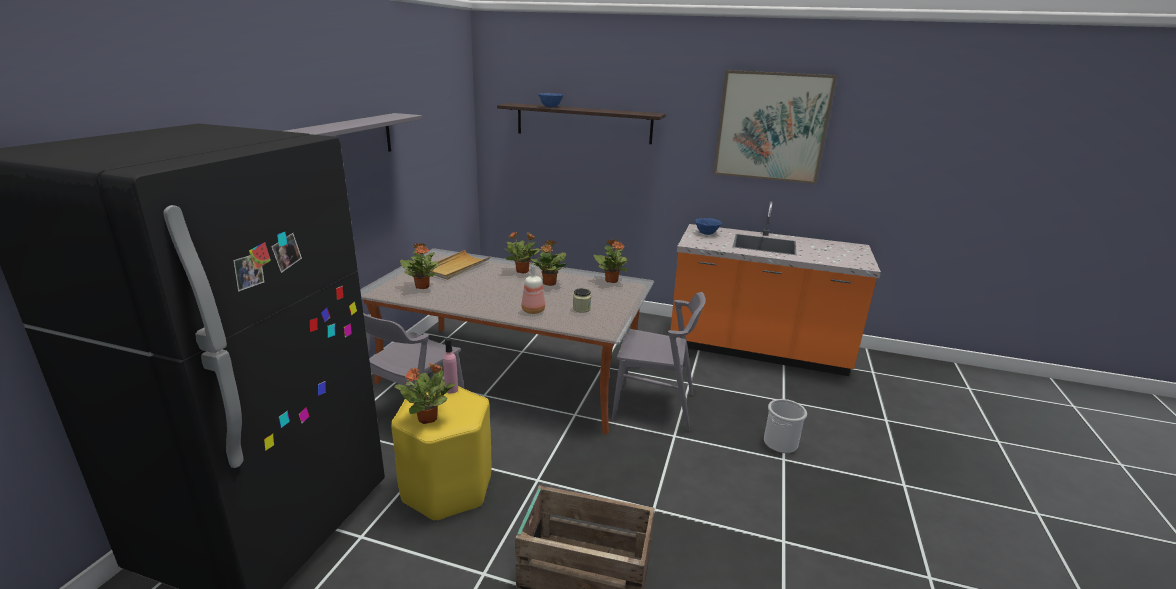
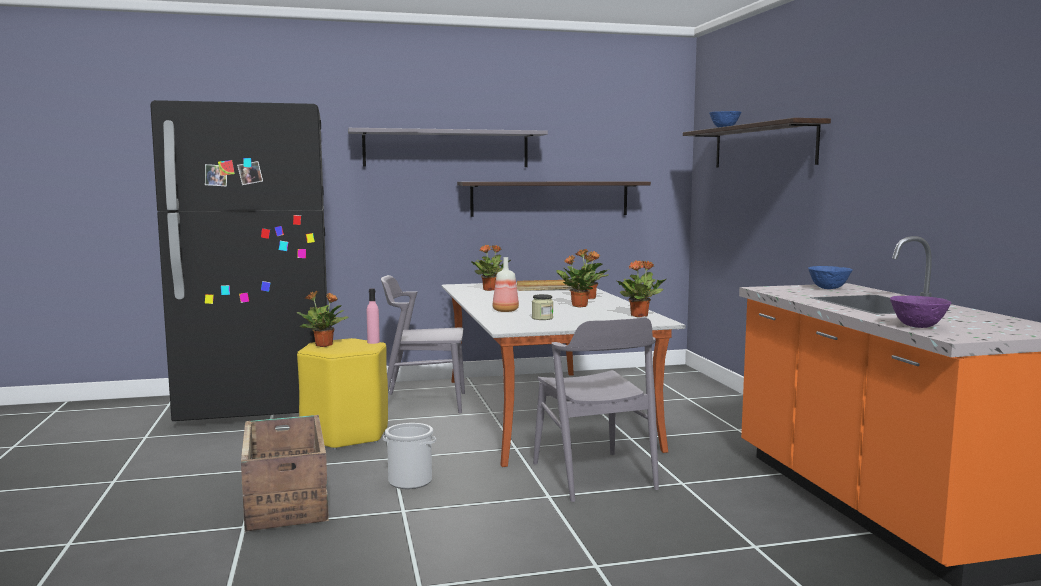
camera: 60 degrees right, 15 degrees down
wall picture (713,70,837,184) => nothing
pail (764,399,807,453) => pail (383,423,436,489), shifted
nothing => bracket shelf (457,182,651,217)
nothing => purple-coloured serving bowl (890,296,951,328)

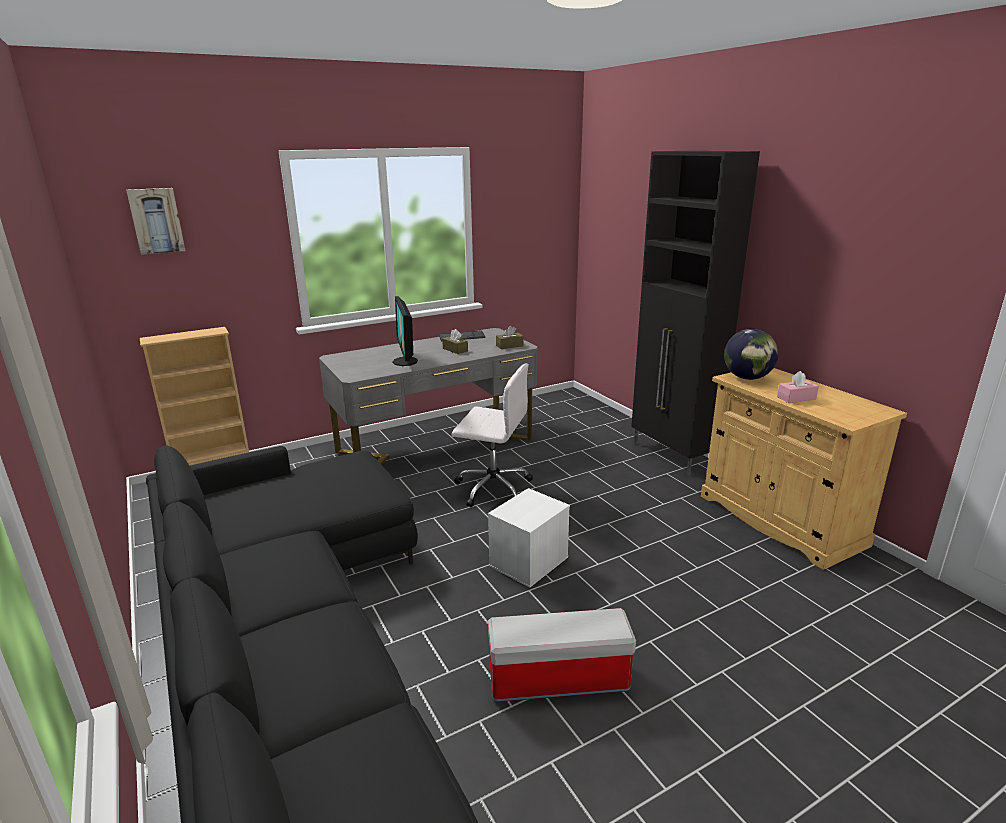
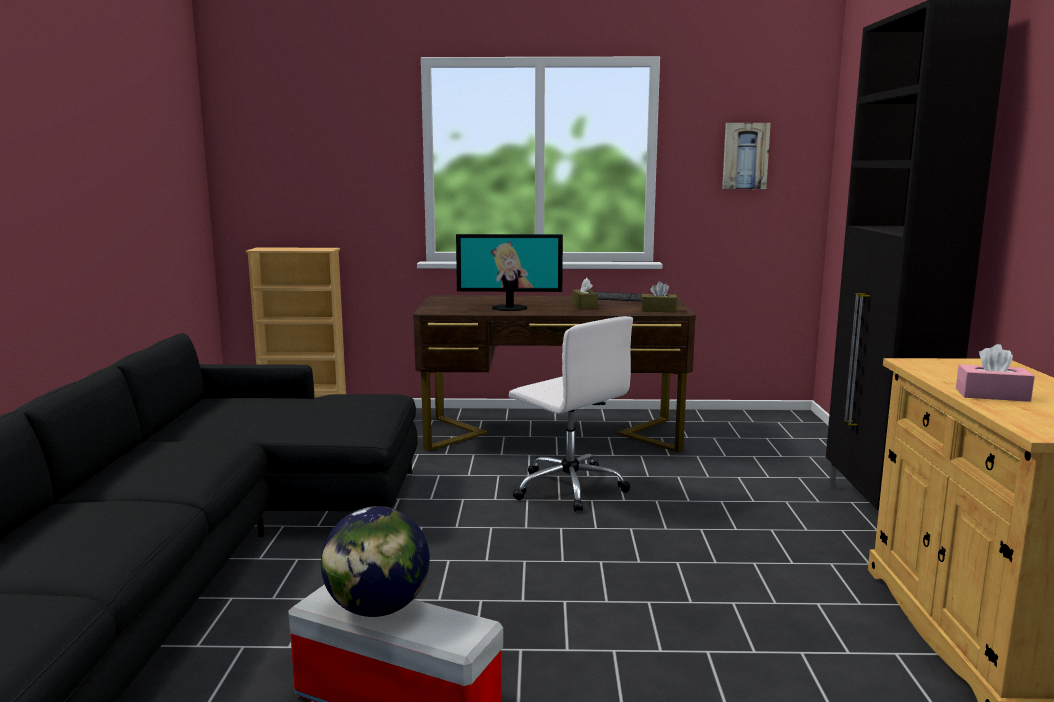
camera: 30 degrees right, 10 degrees down
wall picture (126,188,186,255) => wall picture (722,123,771,189), shifted
computer display (392,296,418,366) => computer display (456,234,563,311), 105 degrees counterclockwise
gray desk table (319,328,538,465) => brownish desk table (413,295,696,453)
globe (724,329,778,380) => globe (321,506,430,617), shifted
white-coloured storage box (488,488,570,588) => nothing

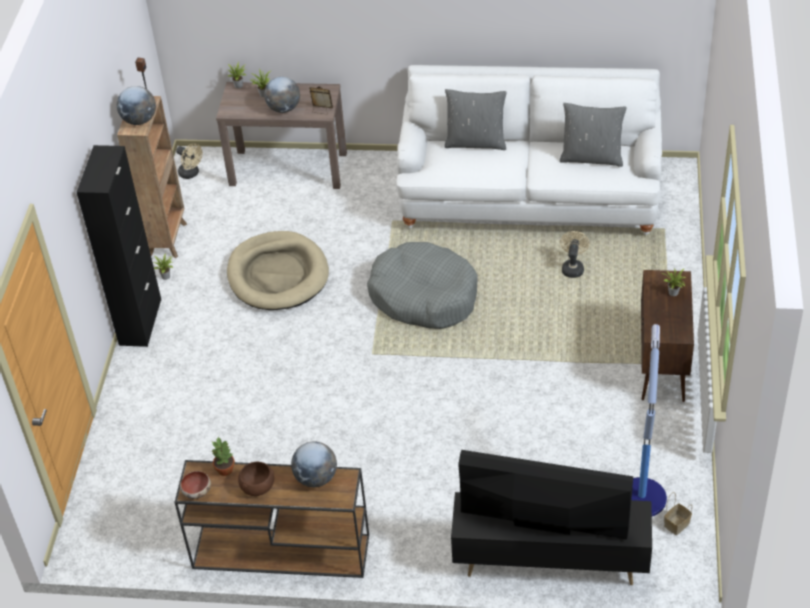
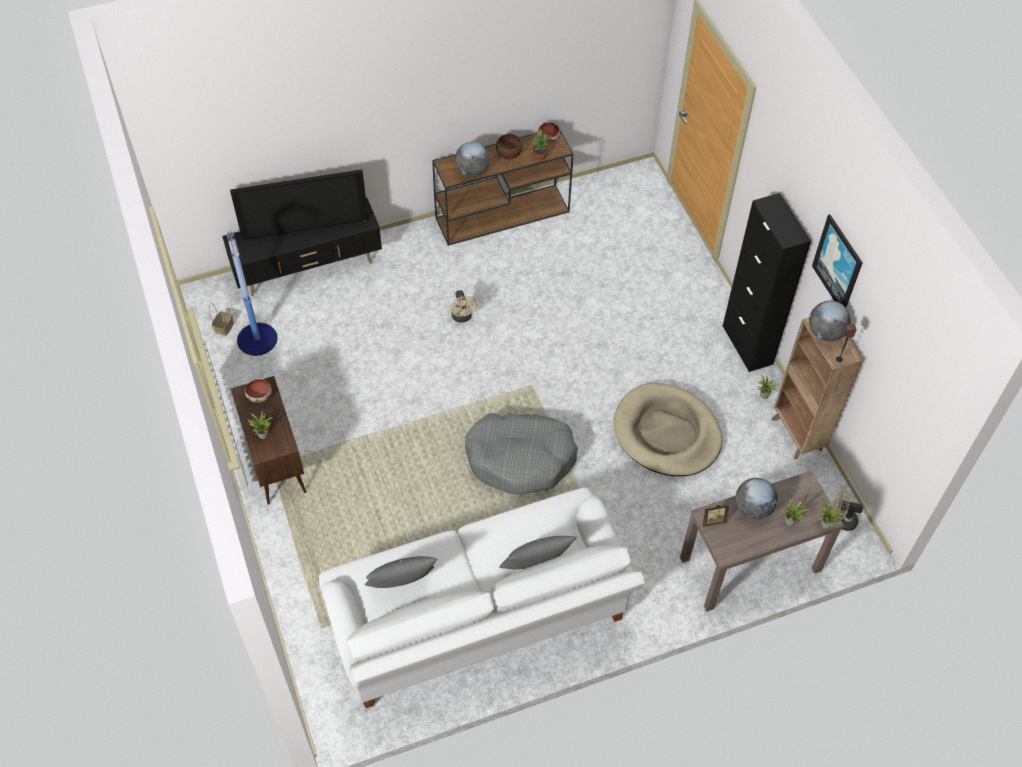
camera: 150 degrees right, 10 degrees up
beige-coloured electric fan (560,231,589,278) => beige-coloured electric fan (450,290,477,323), shifted
nothing => wall picture (812,214,863,307)
nothing => serving bowl (245,379,272,403)

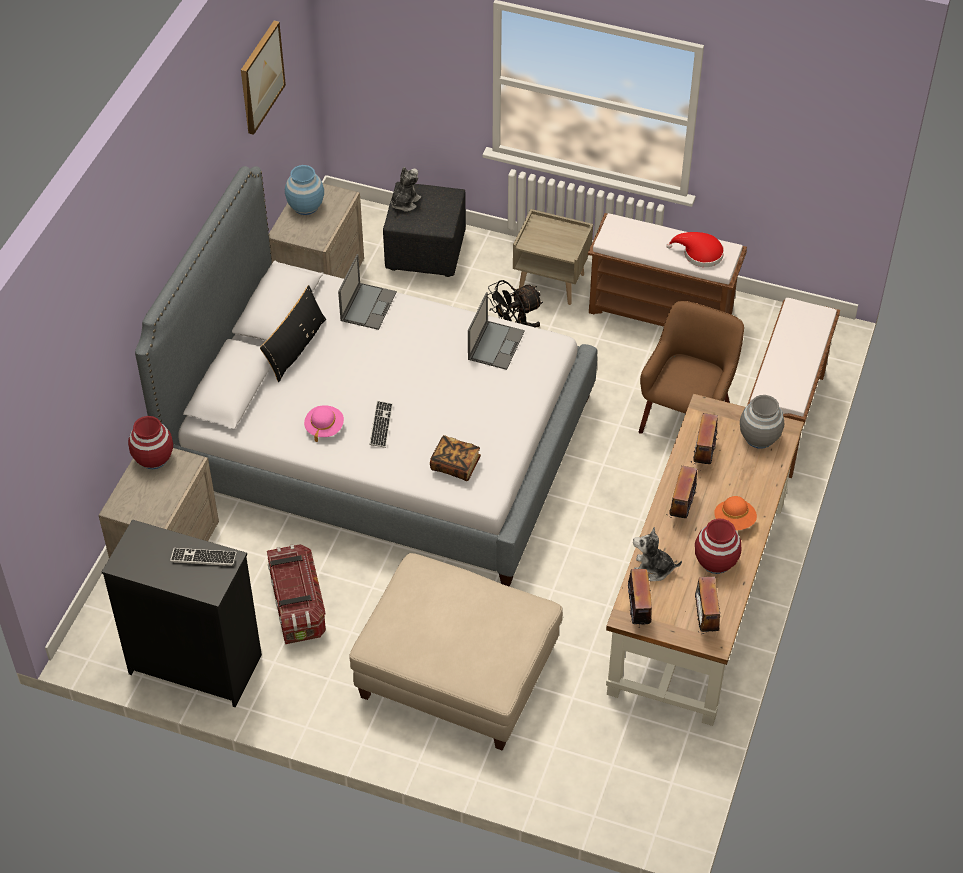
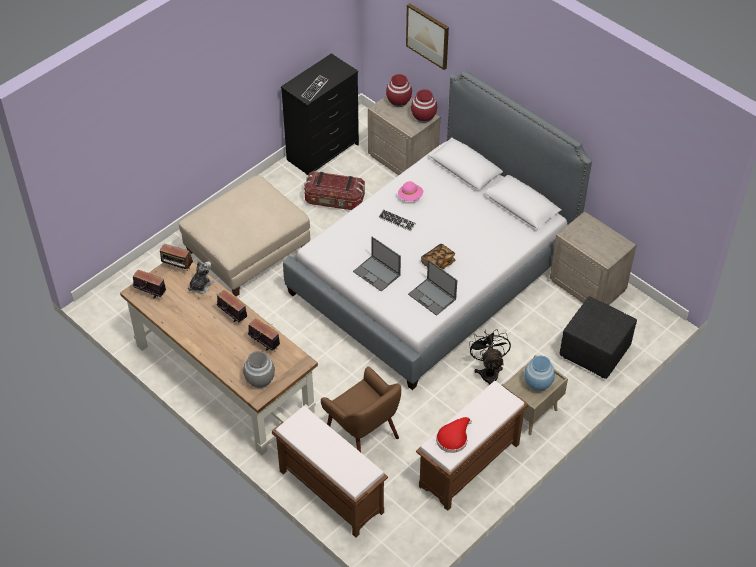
camera: 115 degrees right, 0 degrees up
wall picture (241,21,286,135) => wall picture (406,3,449,70), shifted
blue-coloured vase (285,165,324,215) => blue-coloured vase (524,355,555,391), shifted
cuddly toy (391,167,421,212) => nothing
laptop (338,254,397,330) => laptop (353,237,401,292), shifted
black-coloured throw pillow (260,285,326,383) => nothing
bound book (430,435,481,481) => bound book (421,244,455,269), shifted
orange wearable hat (714,496,757,530) => nothing
reddish vase (695,519,741,574) => reddish vase (386,74,412,107), shifted

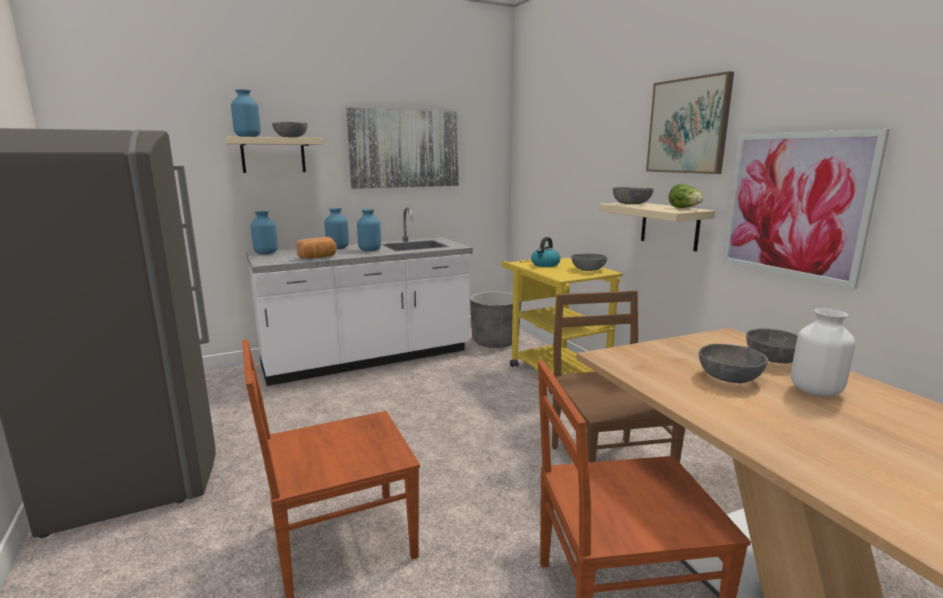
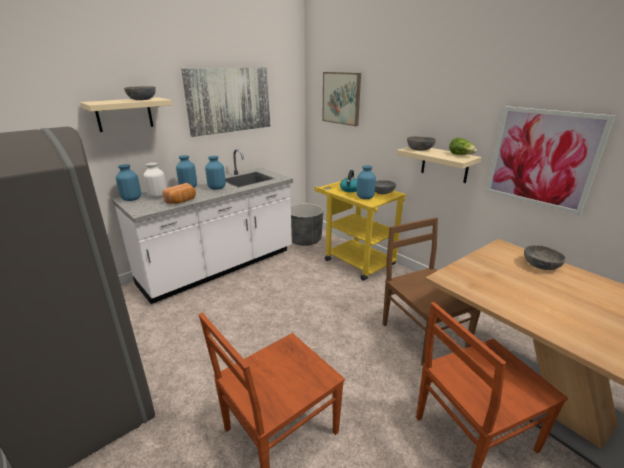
camera: 15 degrees left, 10 degrees up
wall picture (646,71,734,174) => wall picture (322,72,361,126), shifted
blue-coloured vase (231,89,261,137) => blue-coloured vase (357,165,376,199), shifted
white-coloured vase (791,308,855,397) => white-coloured vase (143,162,167,199), shifted
gray serving bowl (699,343,768,384) => nothing

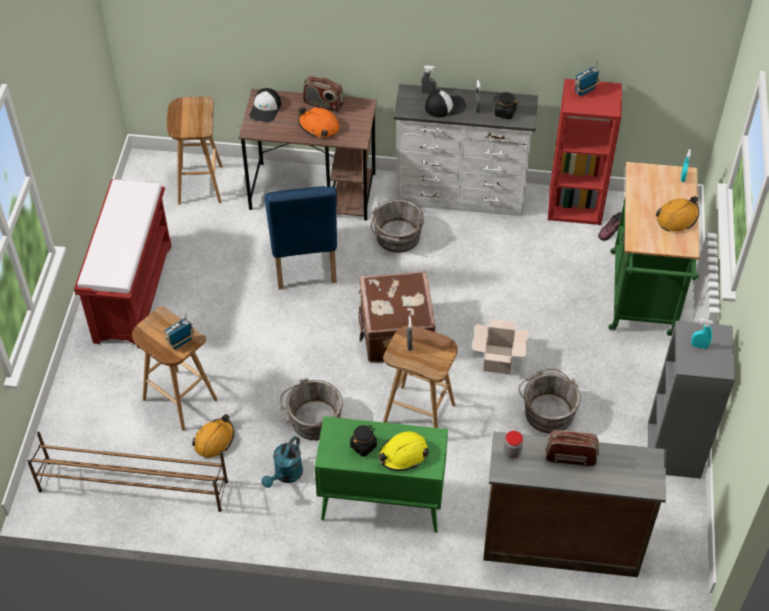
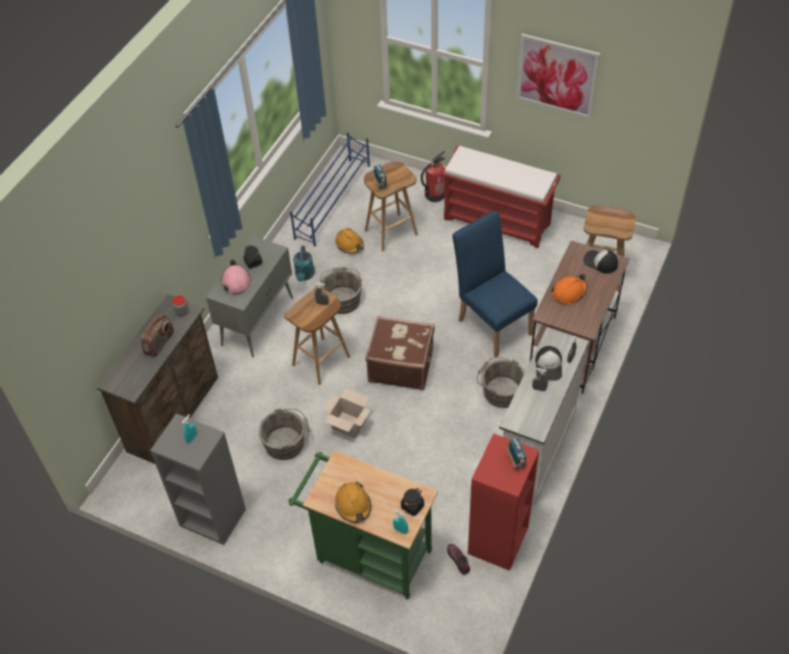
camera: 110 degrees right, 0 degrees up
radio (303,76,344,112) => nothing
black-coloured storage jar (494,92,518,119) => black-coloured storage jar (401,488,424,516), shifted
blue-coloured plain chair (265,186,337,290) => blue-coloured plain chair (452,210,538,357), 45 degrees clockwise
green cabinet (315,416,448,533) => gray cabinet (206,235,293,357)
brownish shoe rack (27,432,228,512) => blue-coloured shoe rack (290,133,370,246)
yellow work helmet (378,432,429,471) => pink-coloured work helmet (221,259,251,294)
turquoise-coloured sprinkling can (262,436,303,488) => turquoise-coloured sprinkling can (293,246,315,281), 135 degrees counterclockwise
nothing => wall picture (516,34,600,119)
nothing => fire extinguisher (421,151,446,202)

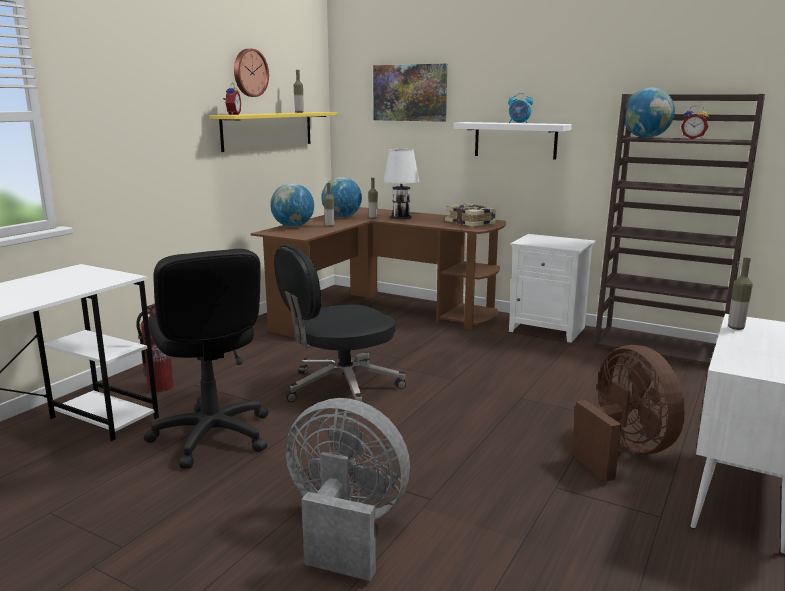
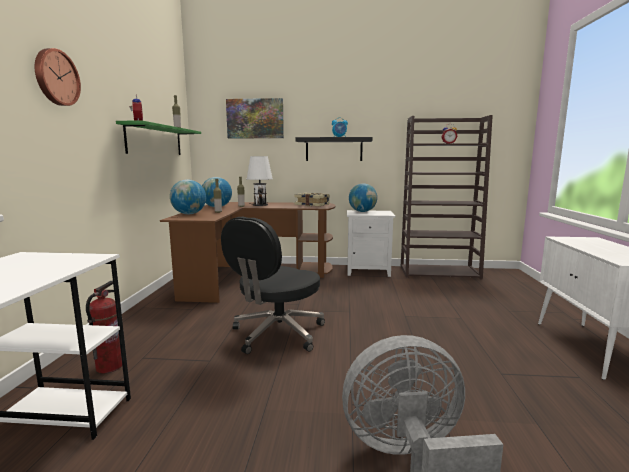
camera: 25 degrees left, 5 degrees down
clock on the wall (234,49,269,97) => clock on the wall (35,48,81,106), shifted
globe (625,88,675,138) => globe (349,183,377,212), shifted
yellow bracket shelf (209,112,337,152) => green bracket shelf (116,120,201,155)
white-coloured bracket shelf (454,122,572,160) => black-coloured bracket shelf (295,137,372,161)
black-coloured office chair (144,249,268,469) => nothing
bottle (728,258,753,330) => nothing
brownish electric fan (572,345,685,482) => nothing

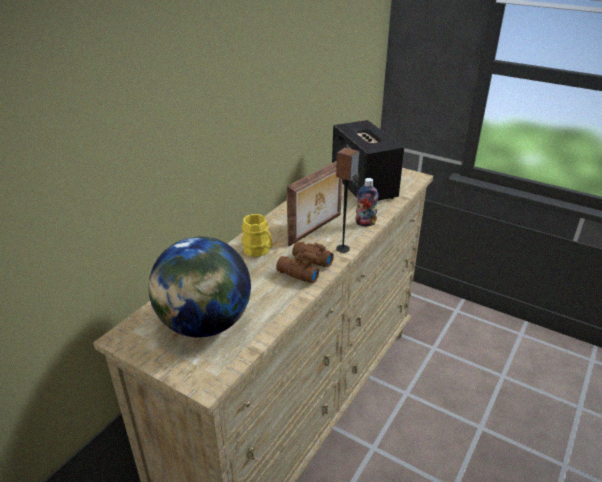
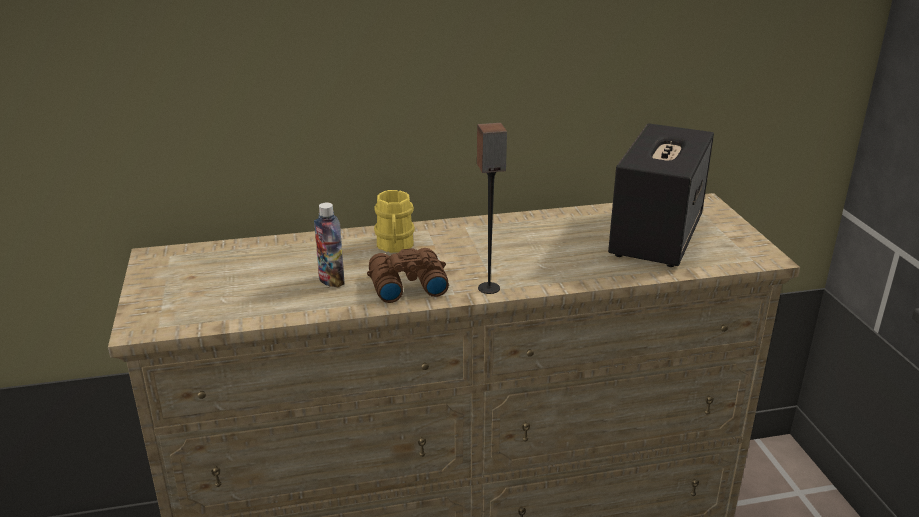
camera: 45 degrees right, 5 degrees down
photo frame (287,161,342,246) => nothing
bottle (355,178,379,226) => bottle (314,203,345,288), shifted
globe (149,237,251,337) => nothing

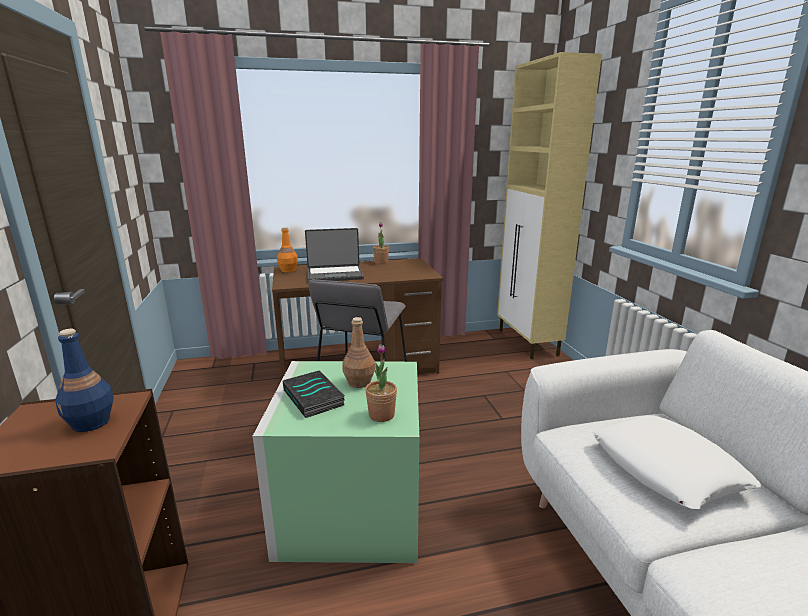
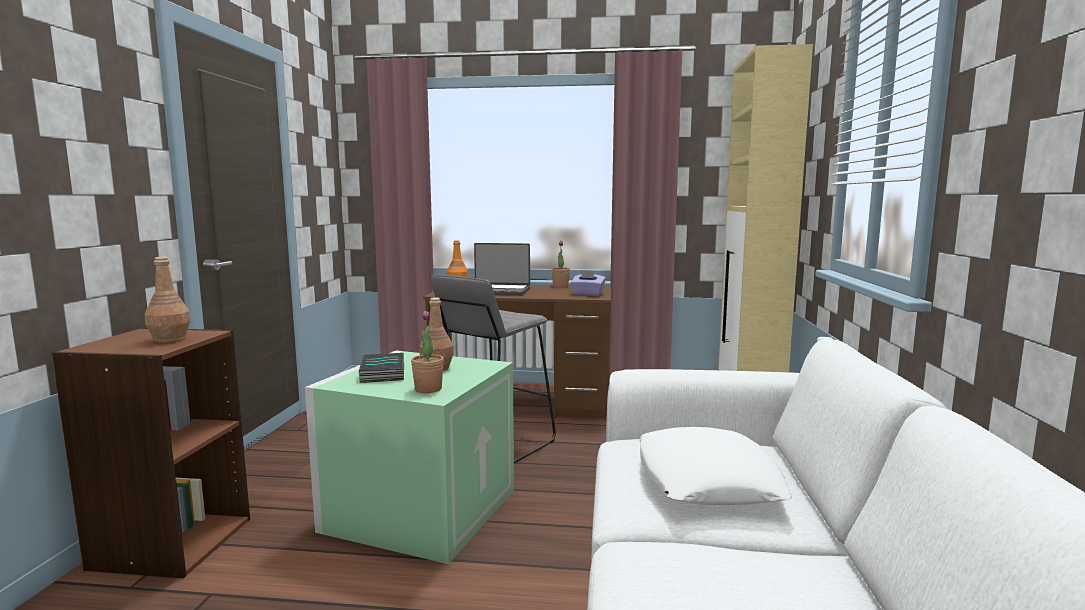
camera: 20 degrees right, 10 degrees down
blue-coloured bottle (55,329,114,432) => brownish bottle (145,257,191,343)
nothing => purple-coloured tissue box (571,270,606,296)

